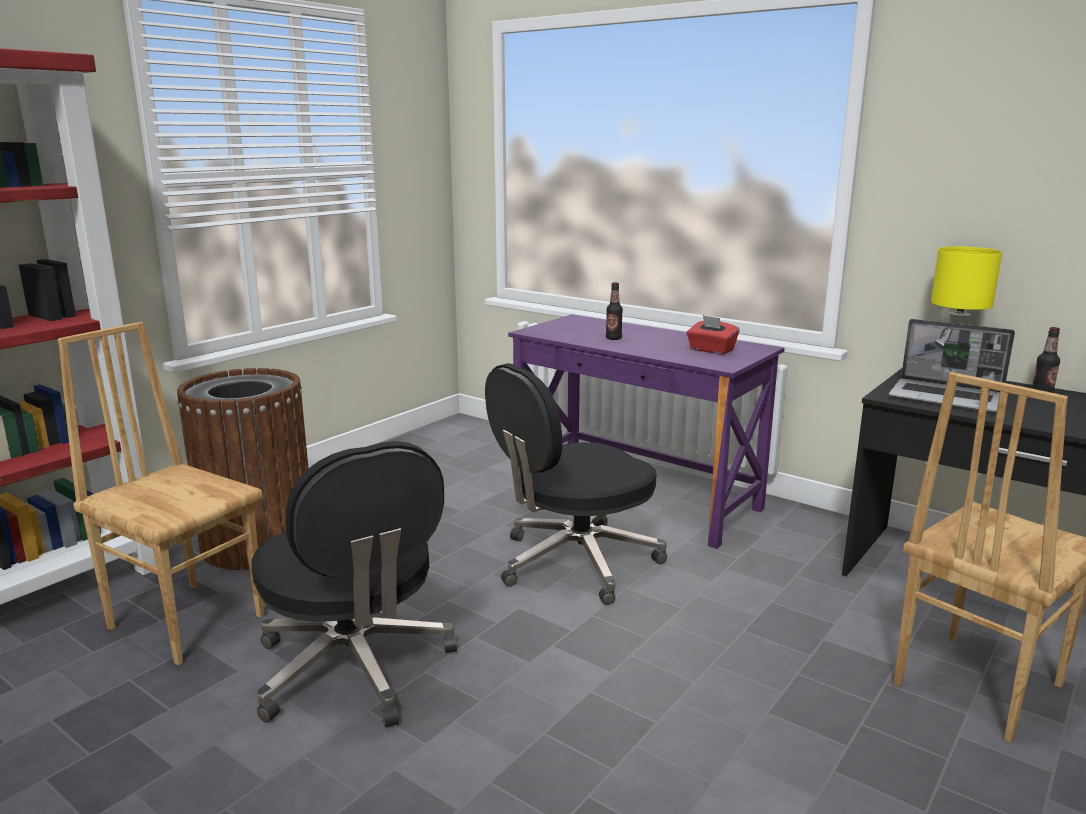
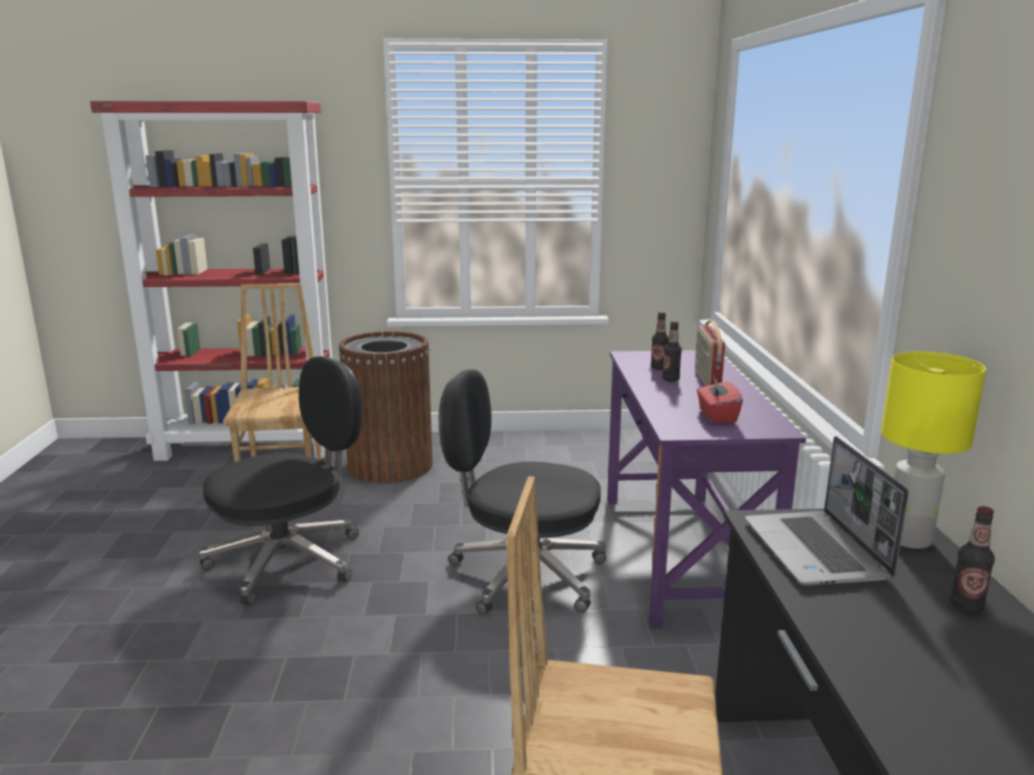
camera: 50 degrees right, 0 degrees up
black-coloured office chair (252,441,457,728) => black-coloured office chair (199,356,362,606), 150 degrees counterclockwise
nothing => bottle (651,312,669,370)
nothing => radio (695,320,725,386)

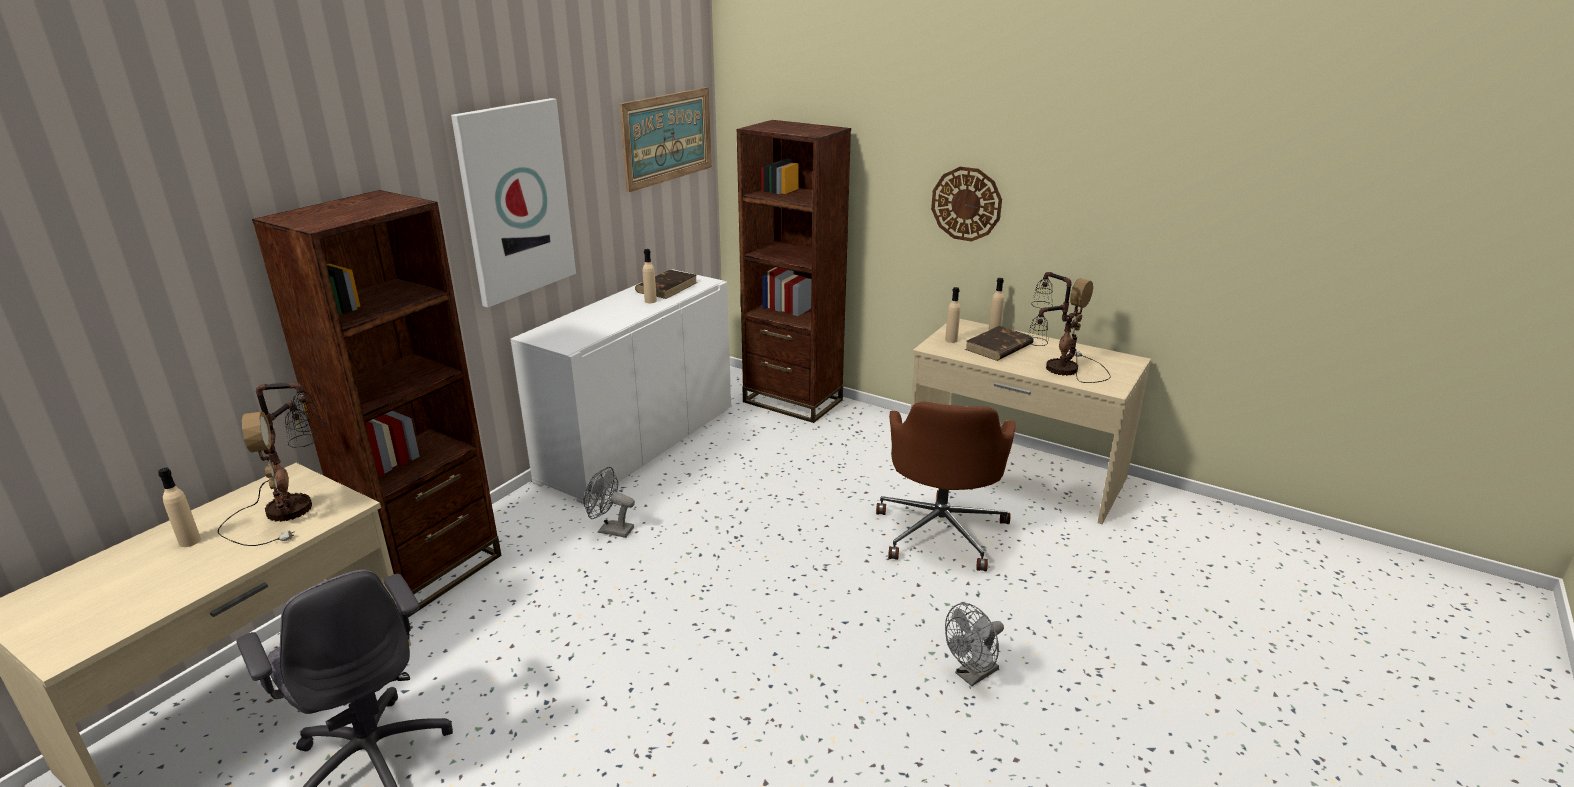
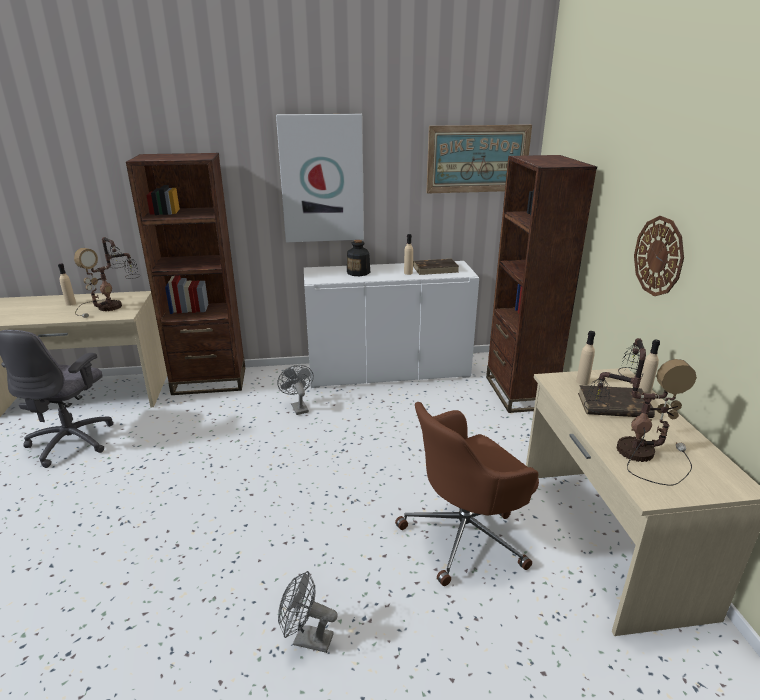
camera: 50 degrees right, 0 degrees up
nothing => bottle (347,240,370,276)

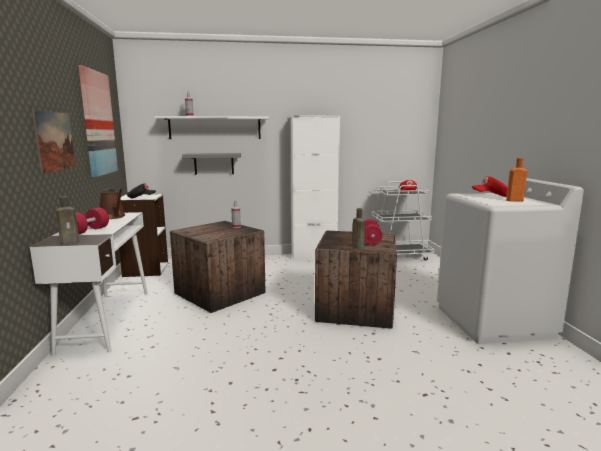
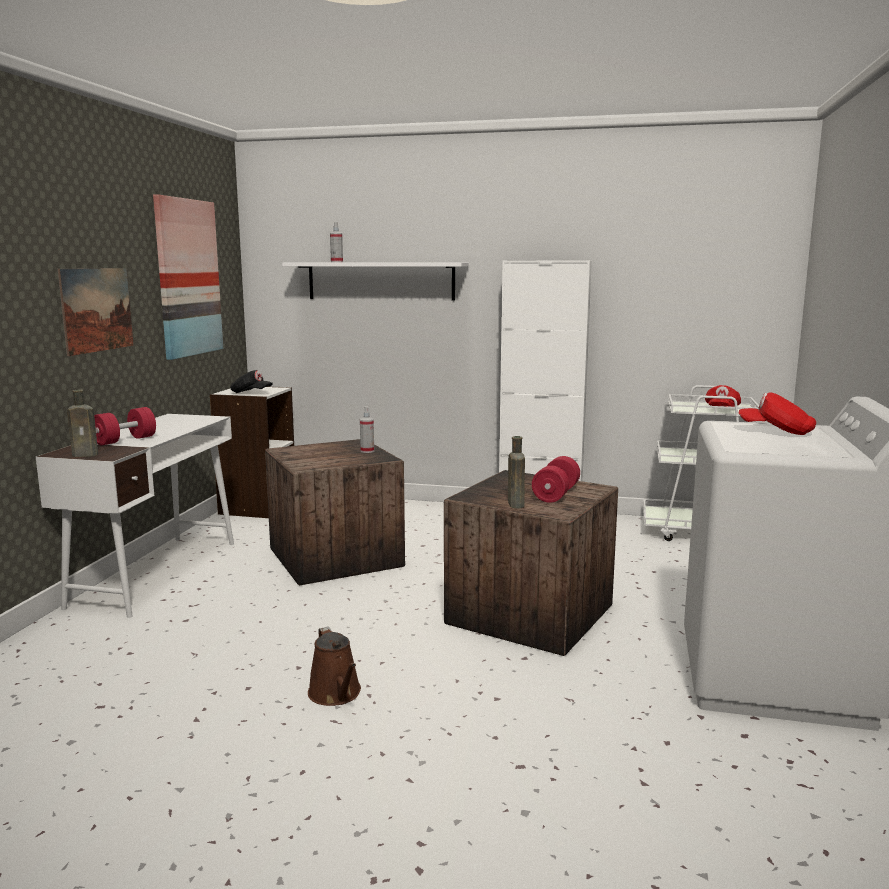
camera: 20 degrees right, 0 degrees up
gray bracket shelf (182,153,241,175) => nothing
orange bottle (506,158,527,202) => nothing
brownish sprinkling can (100,188,125,219) => brownish sprinkling can (308,626,361,706), shifted

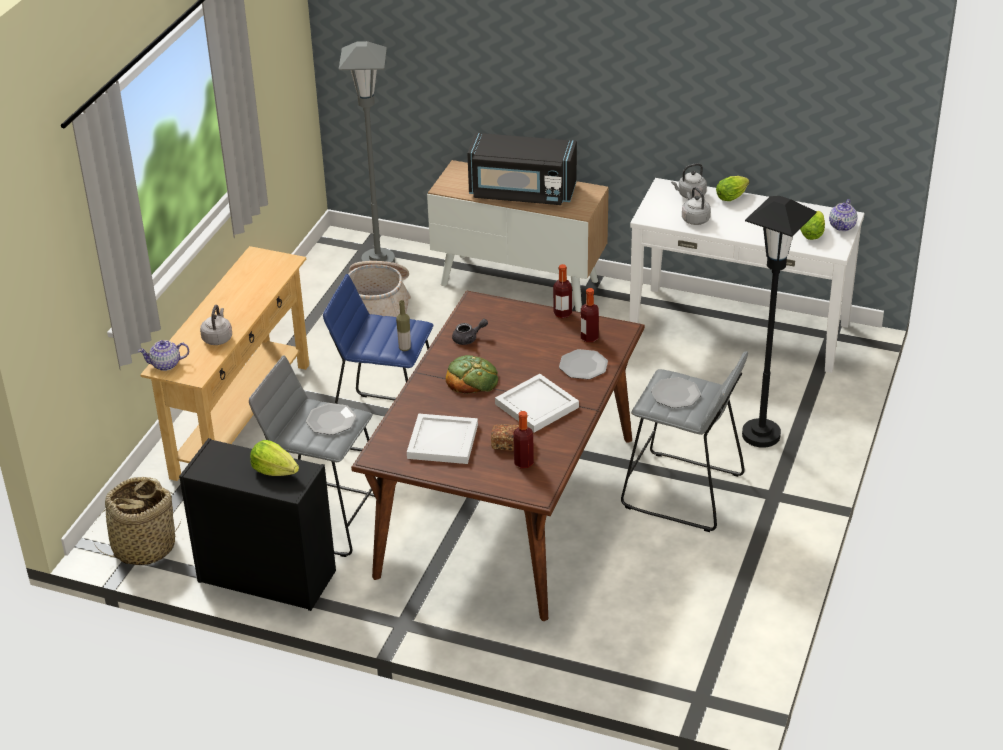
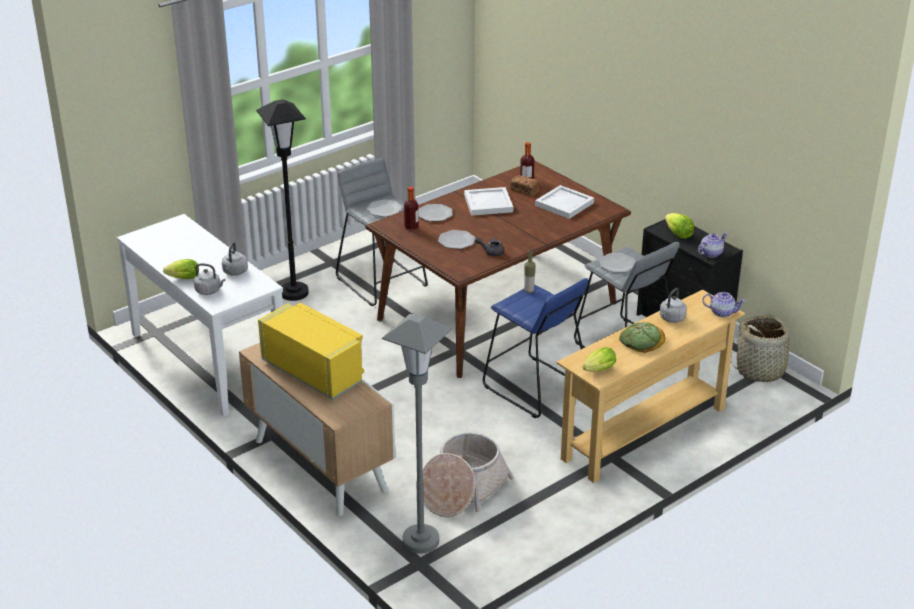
camera: 150 degrees left, 5 degrees down
black-coloured kitchen microwave (467,133,577,205) => yellow kitchen microwave (258,302,364,399)
pot for tea (829,199,857,231) => pot for tea (698,233,727,258), shifted
lettuce head (800,211,825,240) => lettuce head (583,347,616,372), shifted
bottle (553,264,572,318) => nothing
bread (446,355,498,394) => bread (619,322,665,353), shifted
nothing => flat dish (438,230,475,249)

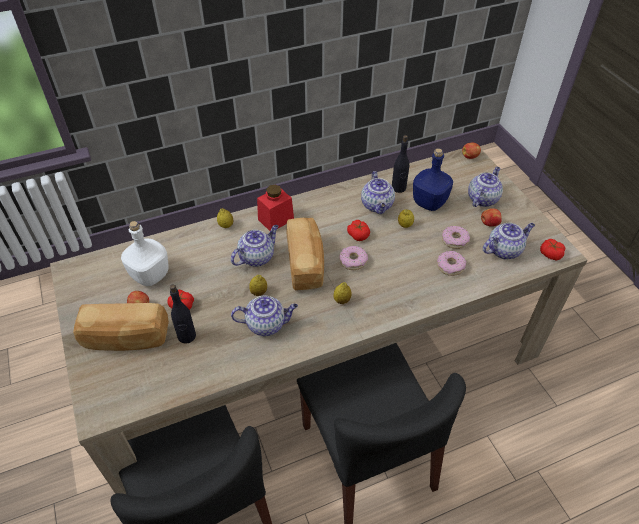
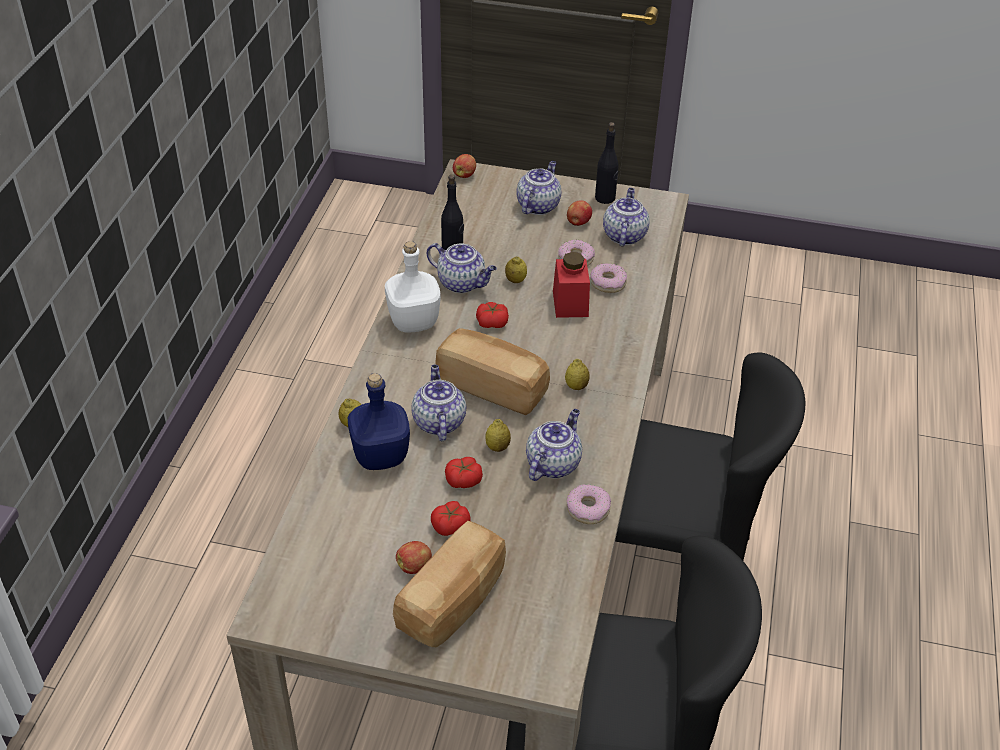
camera: 55 degrees left, 5 degrees down
blue-coloured bottle (413,148,453,211) => blue-coloured bottle (348,373,410,470), shifted
pot for tea (468,167,503,207) => pot for tea (517,161,561,215), 45 degrees clockwise
reddish storage jar (257,185,294,231) => reddish storage jar (553,252,590,318), shifted
white-coloured bottle (121,221,169,286) => white-coloured bottle (385,241,441,333), shifted
tomato (540,239,565,261) => tomato (445,457,483,488), shifted
doughnut (339,246,368,270) => doughnut (566,484,611,524), shifted
black-coloured bottle (170,284,196,344) => black-coloured bottle (595,122,619,204), shifted

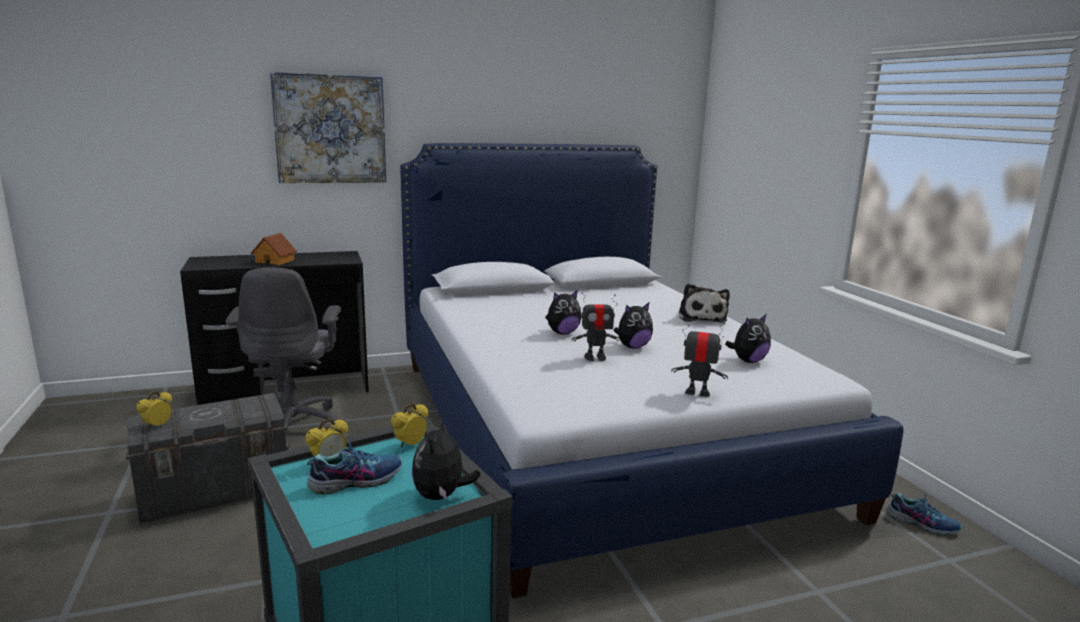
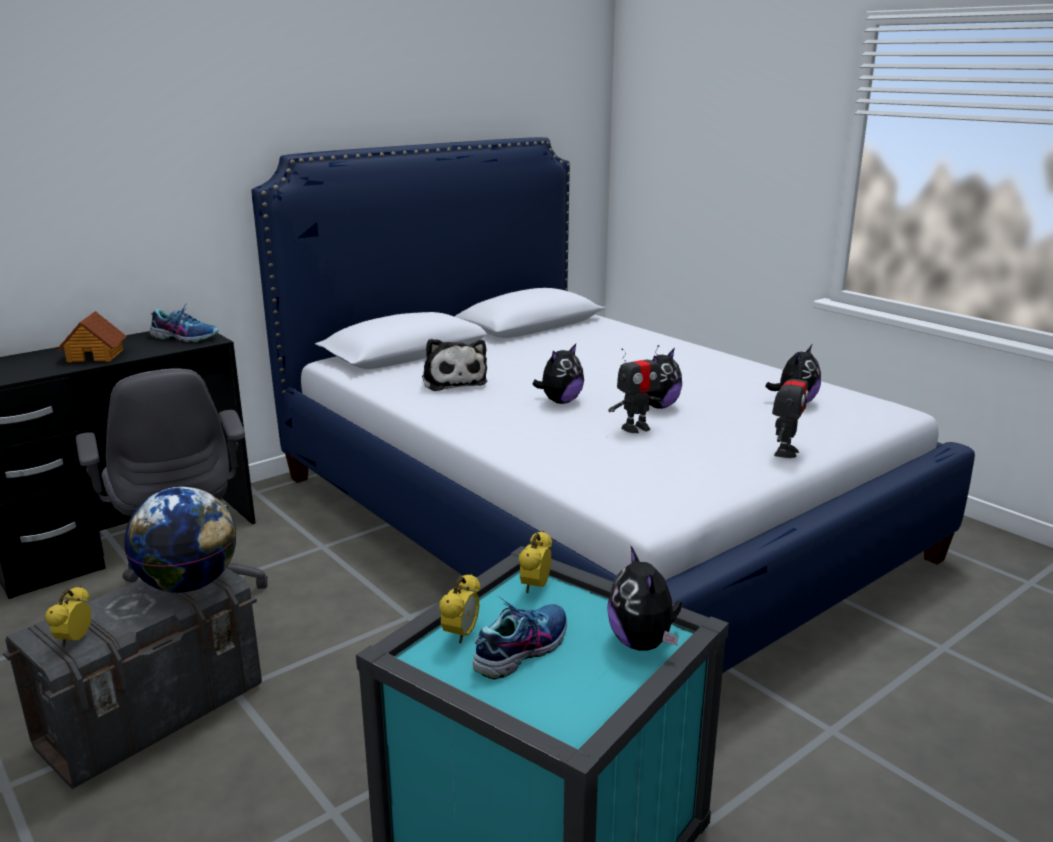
camera: 20 degrees left, 5 degrees up
wall picture (270,72,386,183) => nothing
cuddly toy (679,283,730,323) => cuddly toy (422,339,488,391), shifted
toy robot (671,320,728,397) => toy robot (772,362,809,458), 120 degrees clockwise
shoe (887,492,962,536) => shoe (150,304,218,343), shifted
nothing => globe (124,487,236,593)

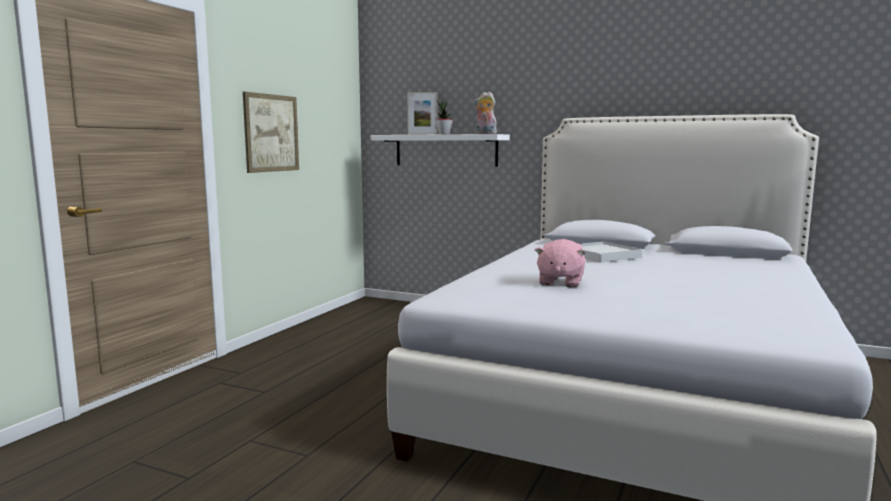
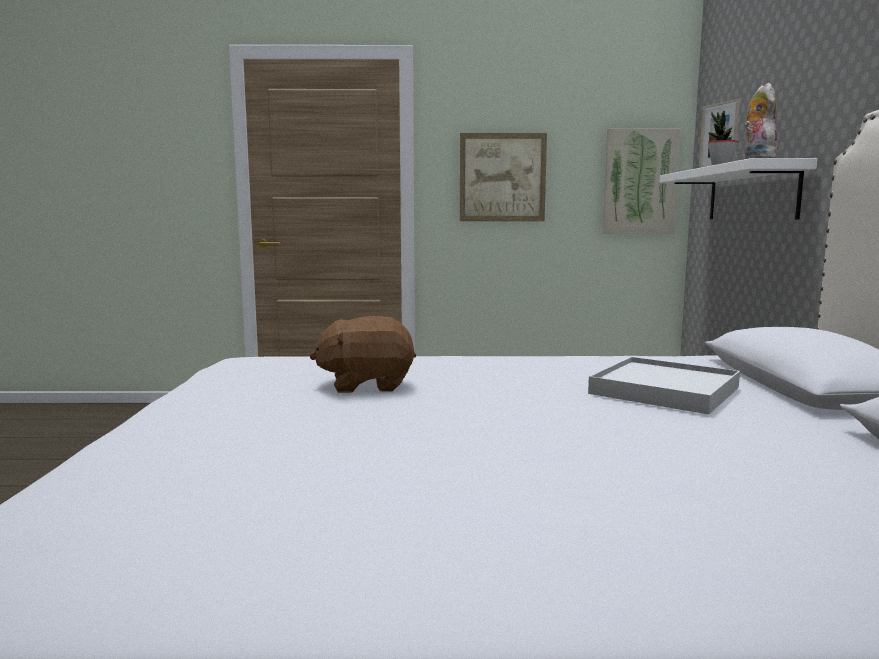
camera: 65 degrees right, 0 degrees up
pink-coloured cuddly toy (535,239,586,288) => brownish cuddly toy (310,316,416,393)
nothing => wall picture (603,128,681,234)

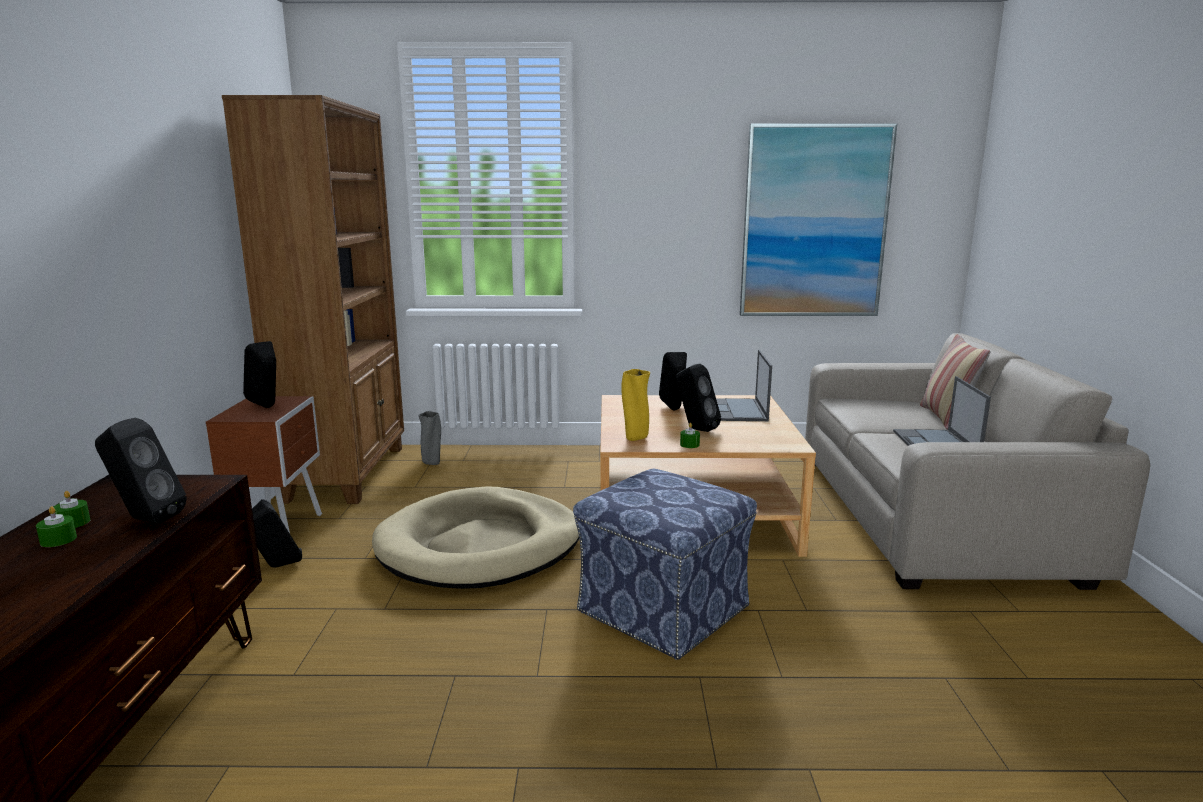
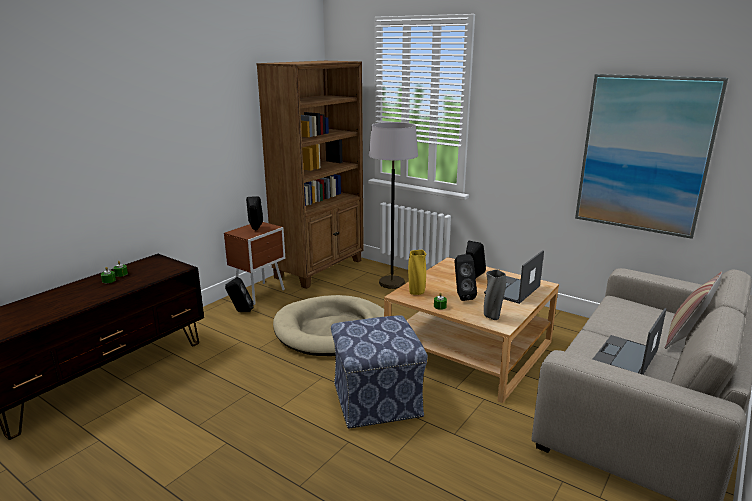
camera: 35 degrees right, 5 degrees up
gray vase (418,411,441,465) => gray vase (484,269,506,320), shifted
black-coloured audio speaker (95,418,187,523) => nothing
nothing => gray standard lamp (369,122,418,289)

